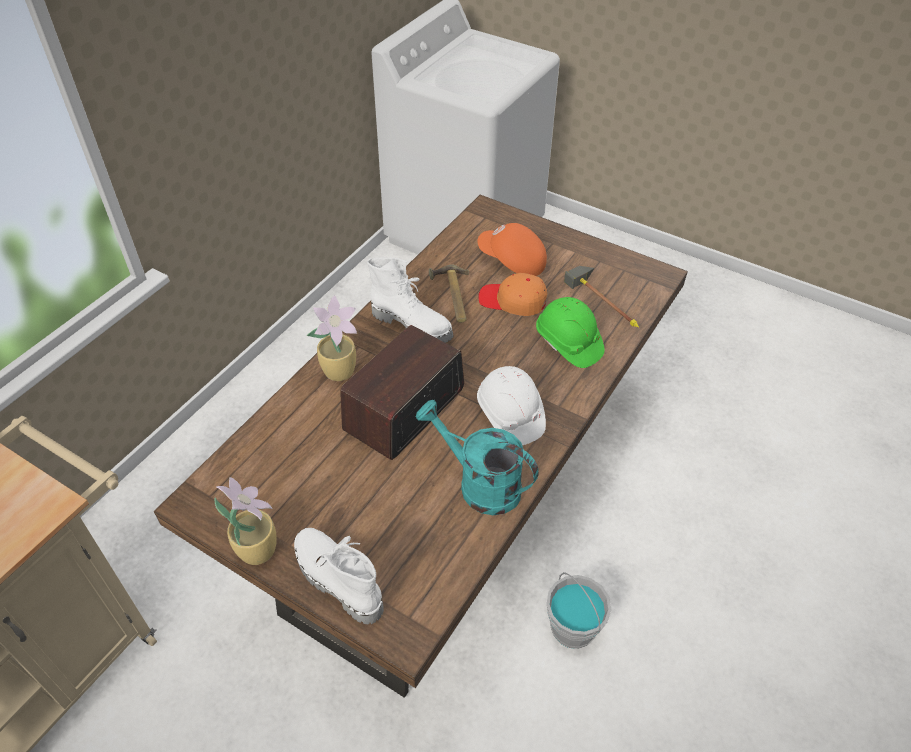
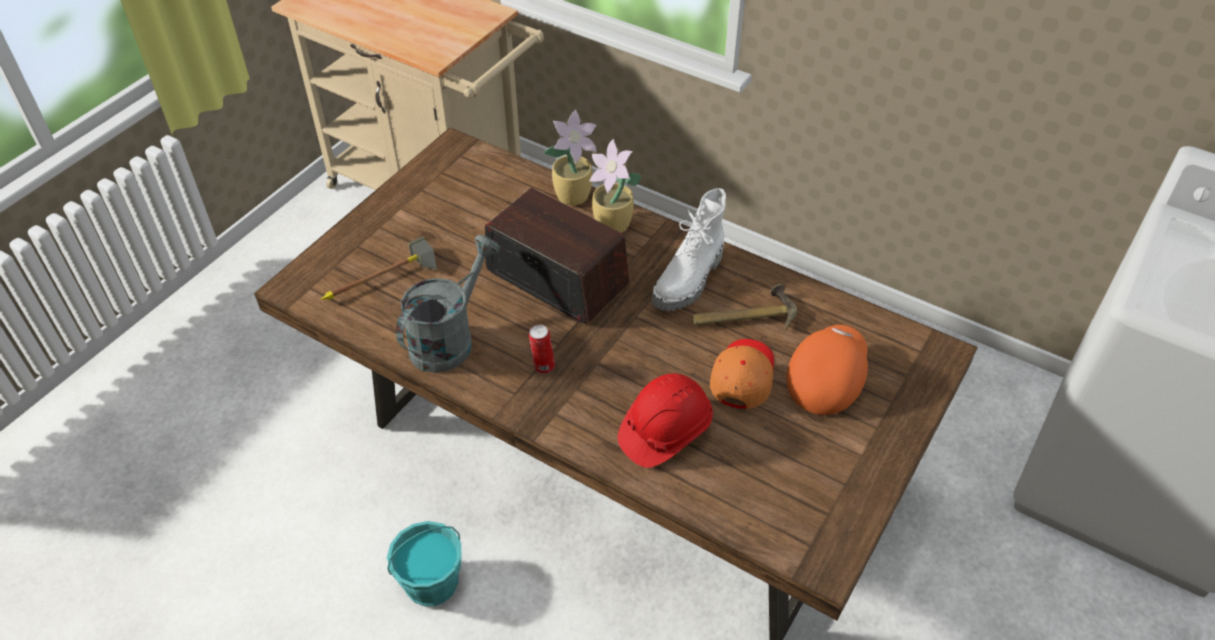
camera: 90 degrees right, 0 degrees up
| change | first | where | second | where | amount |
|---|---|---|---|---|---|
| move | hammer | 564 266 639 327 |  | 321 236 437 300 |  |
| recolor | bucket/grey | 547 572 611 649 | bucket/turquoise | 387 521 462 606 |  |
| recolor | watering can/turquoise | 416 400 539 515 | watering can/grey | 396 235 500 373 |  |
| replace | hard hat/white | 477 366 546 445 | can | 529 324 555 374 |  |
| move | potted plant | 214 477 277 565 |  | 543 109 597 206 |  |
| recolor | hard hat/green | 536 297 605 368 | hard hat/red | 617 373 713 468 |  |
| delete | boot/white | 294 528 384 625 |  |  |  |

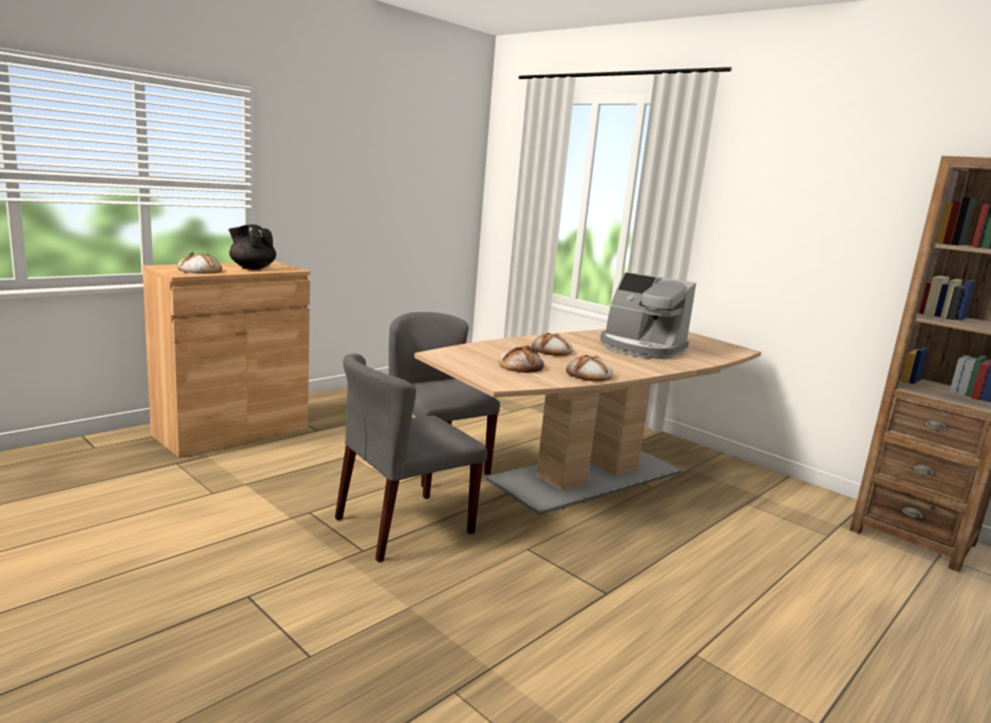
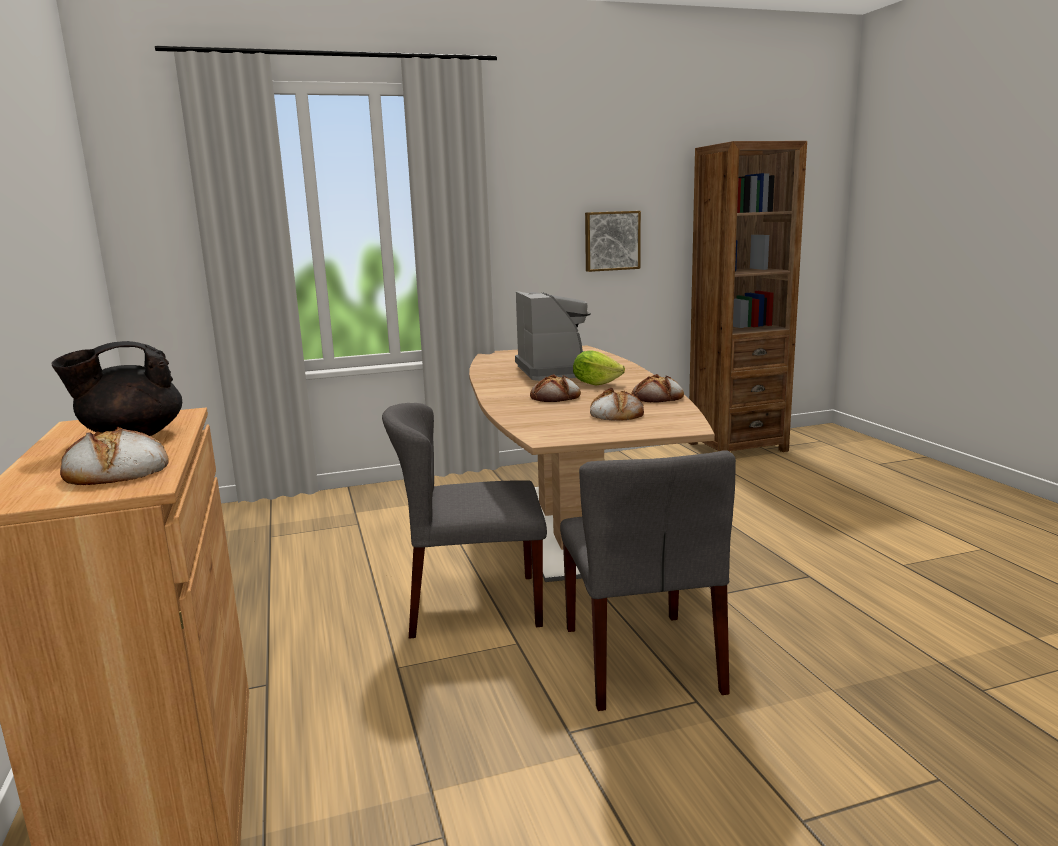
camera: 60 degrees left, 0 degrees up
| change | first | where | second | where | amount |
|---|---|---|---|---|---|
| rotate | coffee machine | 600 272 696 359 |  | 515 291 591 381 | 75 degrees counterclockwise |
| insert |  |  | lettuce | 573 350 625 385 |  |
| insert |  |  | picture | 585 211 641 272 |  |

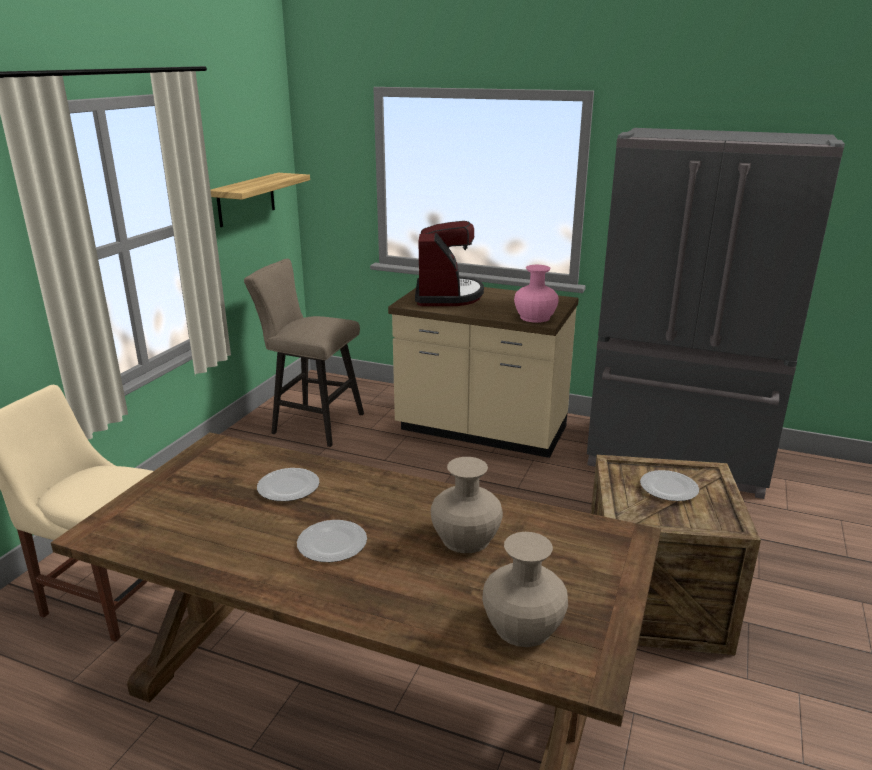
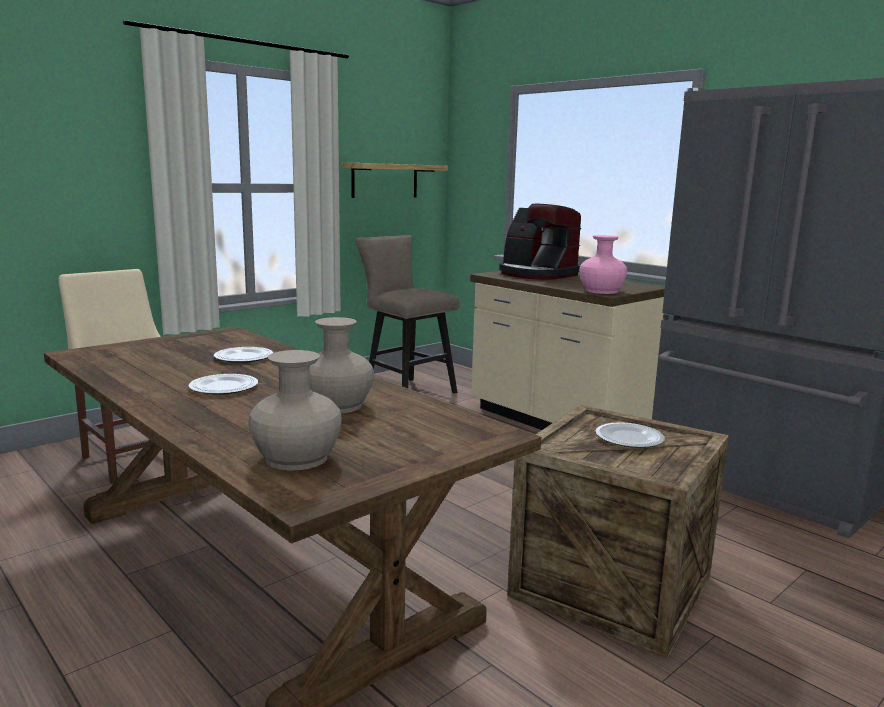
camera: 25 degrees right, 10 degrees down
| change | first | where | second | where | amount |
|---|---|---|---|---|---|
| rotate | coffee machine | 415 221 484 306 |  | 499 204 581 280 | 105 degrees clockwise |

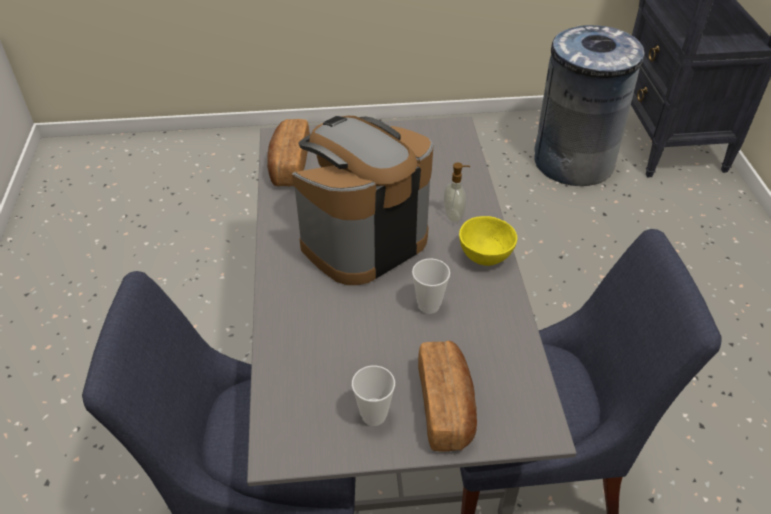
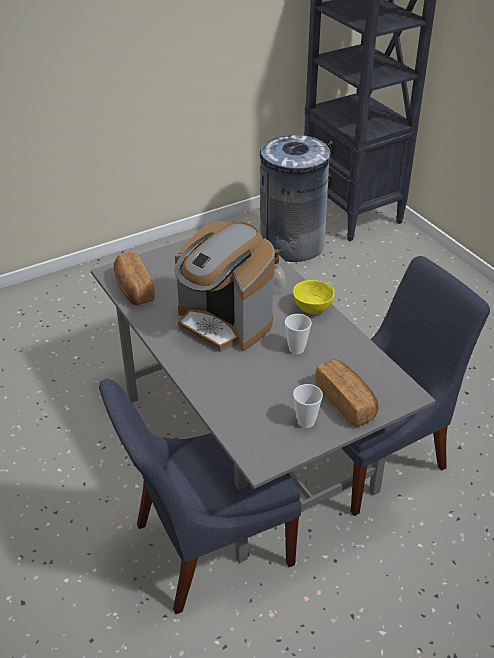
camera: 25 degrees left, 5 degrees down
| change | first | where | second | where | amount |
|---|---|---|---|---|---|
| rotate | coffee machine | 292 116 433 285 |  | 174 221 275 352 | 75 degrees counterclockwise |

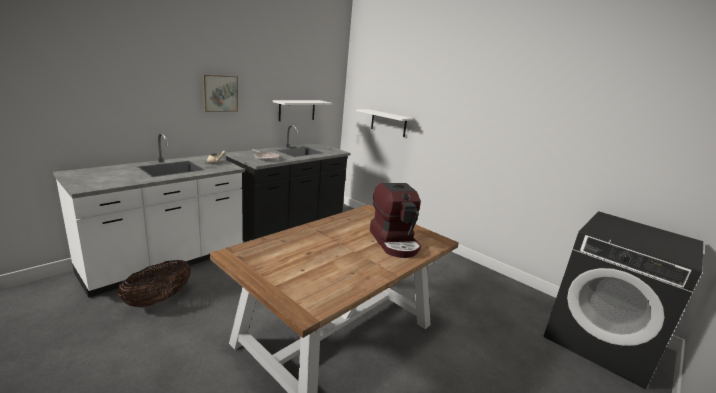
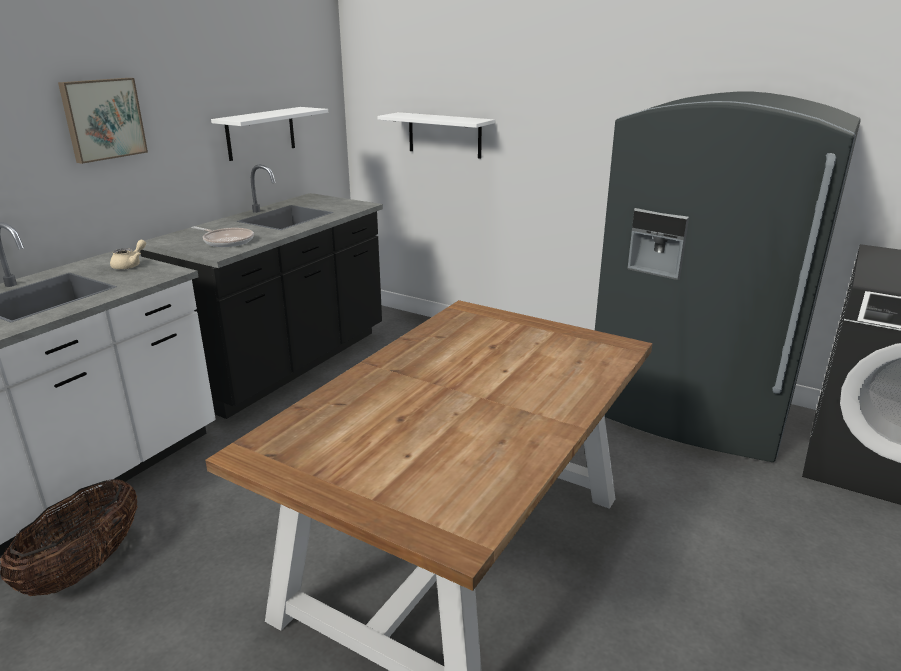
camera: 10 degrees left, 5 degrees up
| change | first | where | second | where | amount |
|---|---|---|---|---|---|
| insert |  |  | fridge/grey | 595 92 861 462 |  |
| delete | coffee machine | 370 183 421 258 |  |  |  |

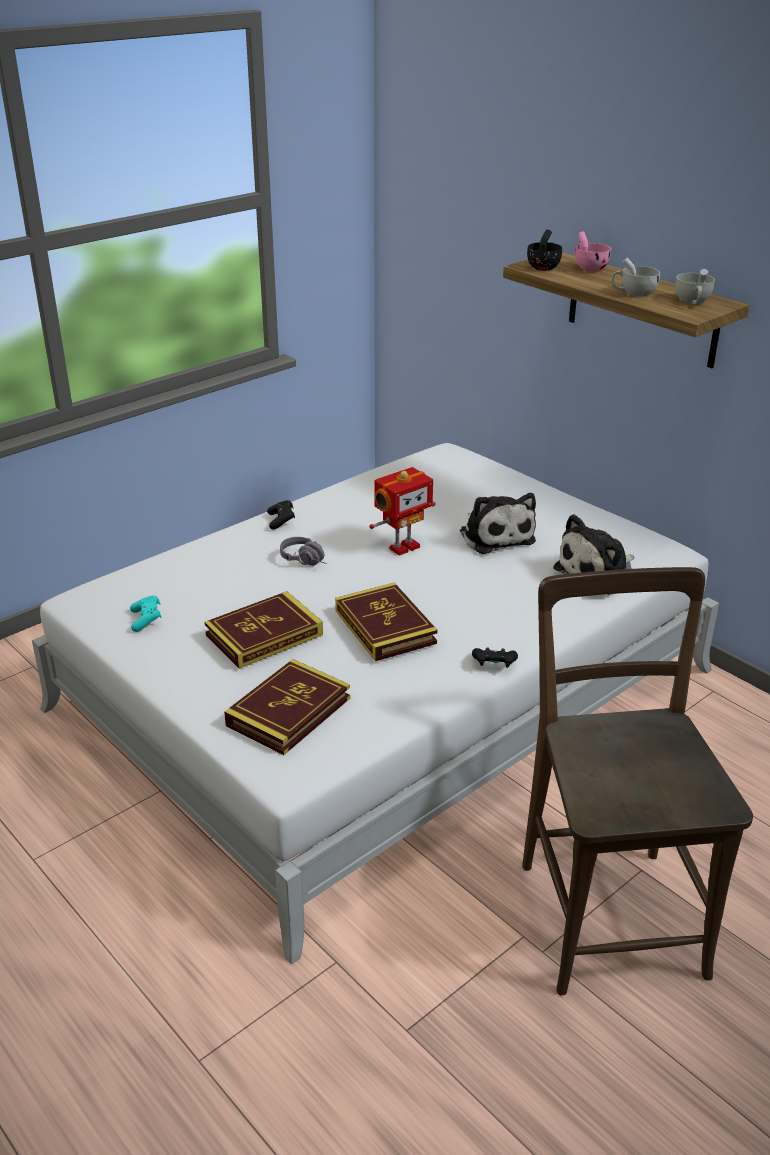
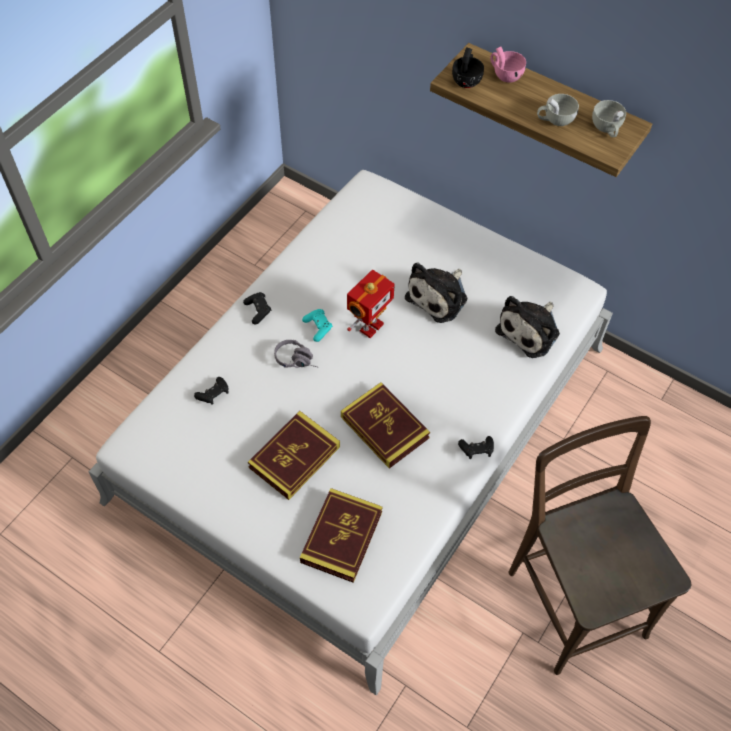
camera: 15 degrees left, 25 degrees up
| change | first | where | second | where | amount |
|---|---|---|---|---|---|
| insert |  |  | game controller/black | 194 377 229 405 |  |
| move | game controller/turquoise | 130 596 162 632 |  | 302 309 333 342 |  |
| rotate | plush toy | 460 493 536 554 |  | 405 263 467 323 | 75 degrees clockwise |

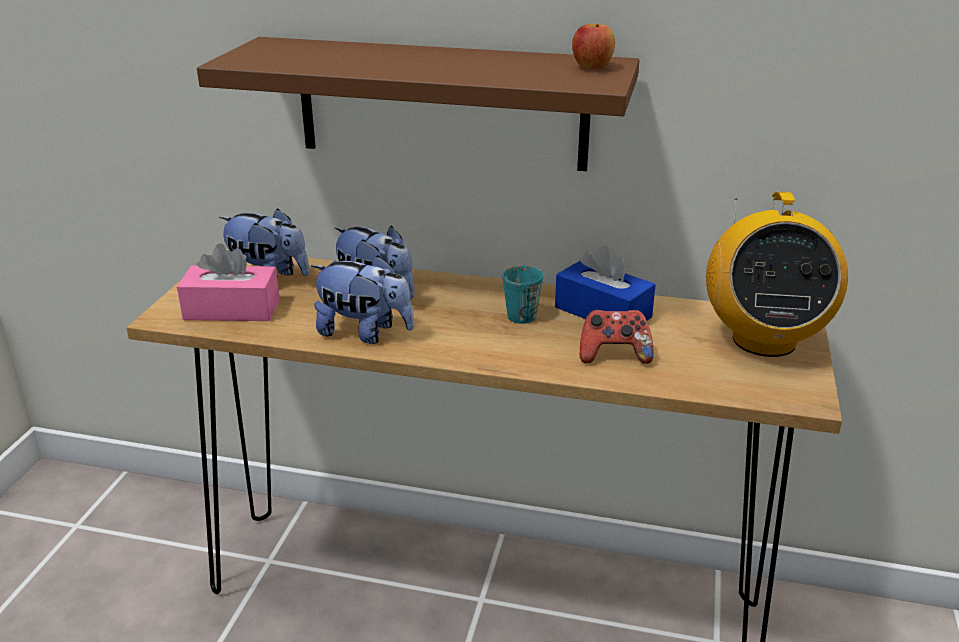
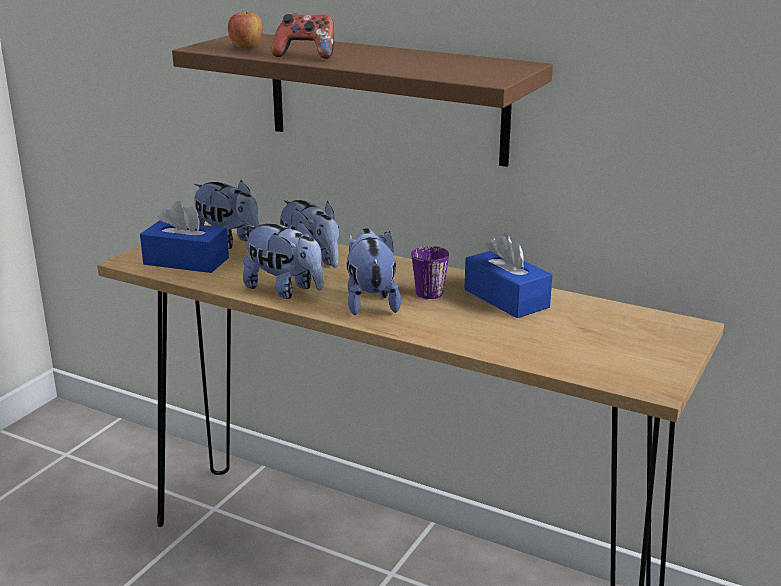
camera: 15 degrees right, 5 degrees down
| change | first | where | second | where | amount |
|---|---|---|---|---|---|
| recolor | tissue box/pink | 177 243 280 321 | tissue box/blue | 140 201 229 273 |  |
| move | apple | 572 24 615 69 |  | 228 12 263 49 |  |
| move | game controller | 580 310 654 364 |  | 272 14 334 59 |  |
| insert |  |  | plush toy | 347 228 401 315 |  |
| recolor | mug/turquoise | 503 265 543 324 | mug/purple | 412 246 449 299 |  |
| delete | radio | 706 192 848 357 |  |  |  |

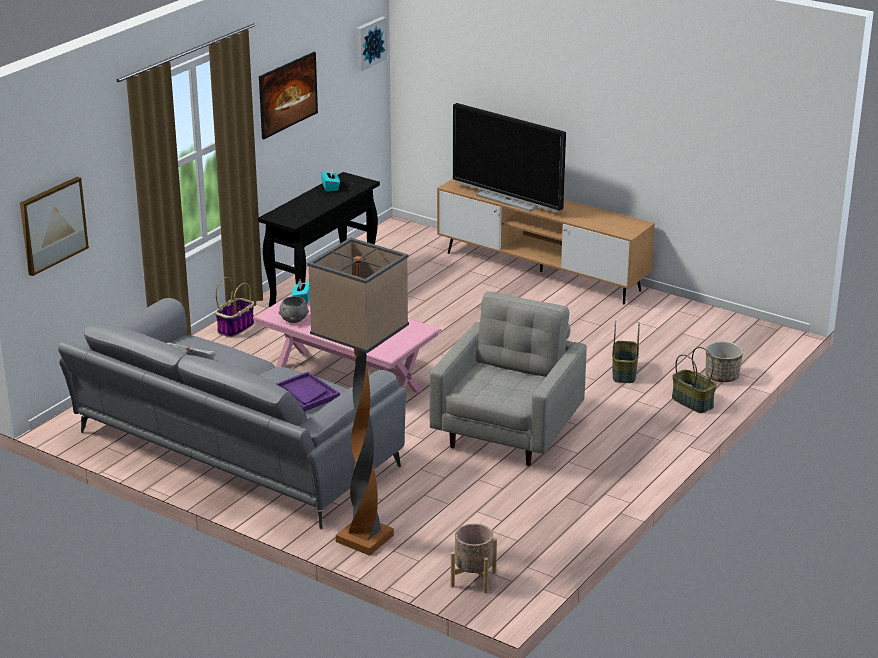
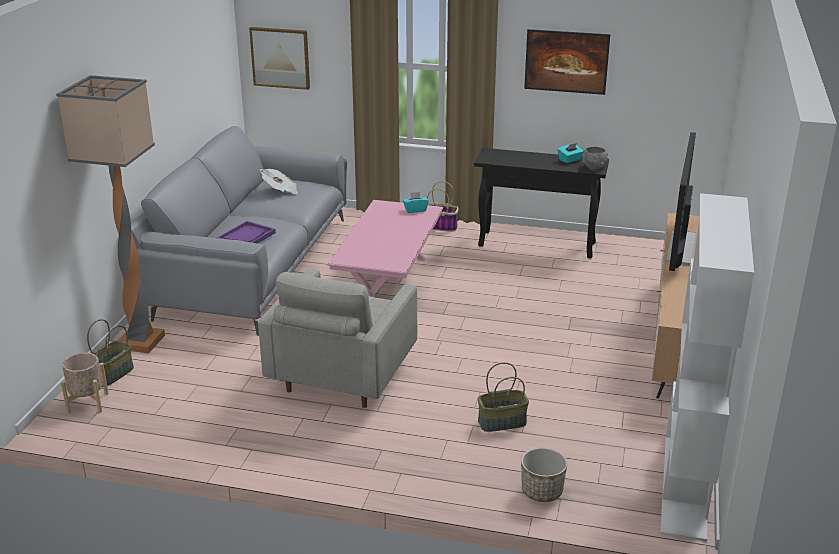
camera: 70 degrees right, 0 degrees up
| change | first | where | second | where | amount |
|---|---|---|---|---|---|
| move | basket | 672 347 717 413 |  | 87 319 134 387 |  |
| rotate | armchair/grey | 430 291 587 466 |  | 258 268 417 408 | 105 degrees clockwise |
| move | bowl/grey | 278 296 309 323 |  | 582 146 608 169 |  |
| insert |  |  | bookcase/white | 660 193 754 542 |  |
| delete | picture | 356 17 387 71 |  |  |  |

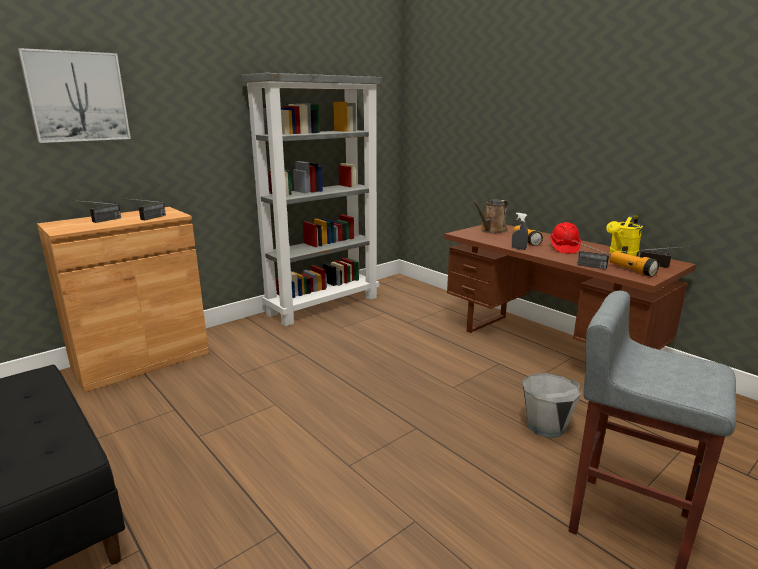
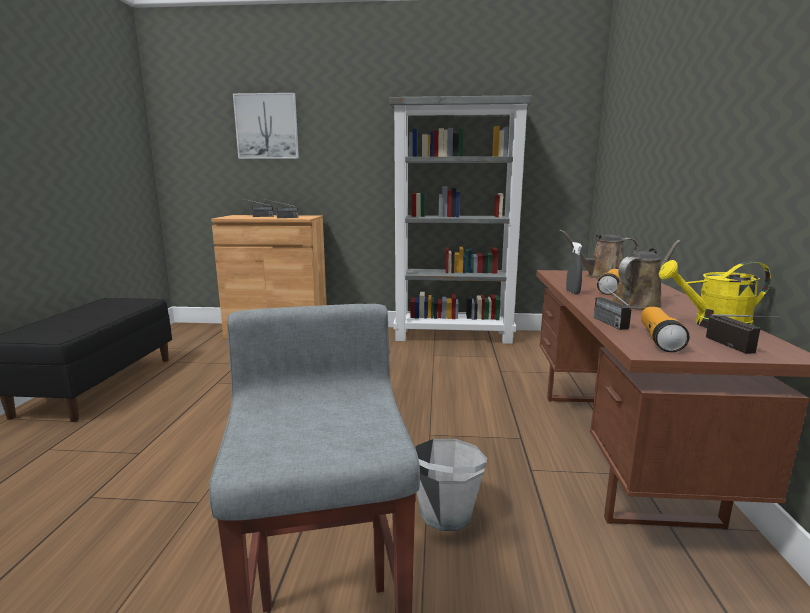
camera: 45 degrees right, 5 degrees down
| change | first | where | second | where | amount |
|---|---|---|---|---|---|
| replace | hard hat/red | 550 222 581 253 | watering can/brown | 612 240 681 309 |  |

